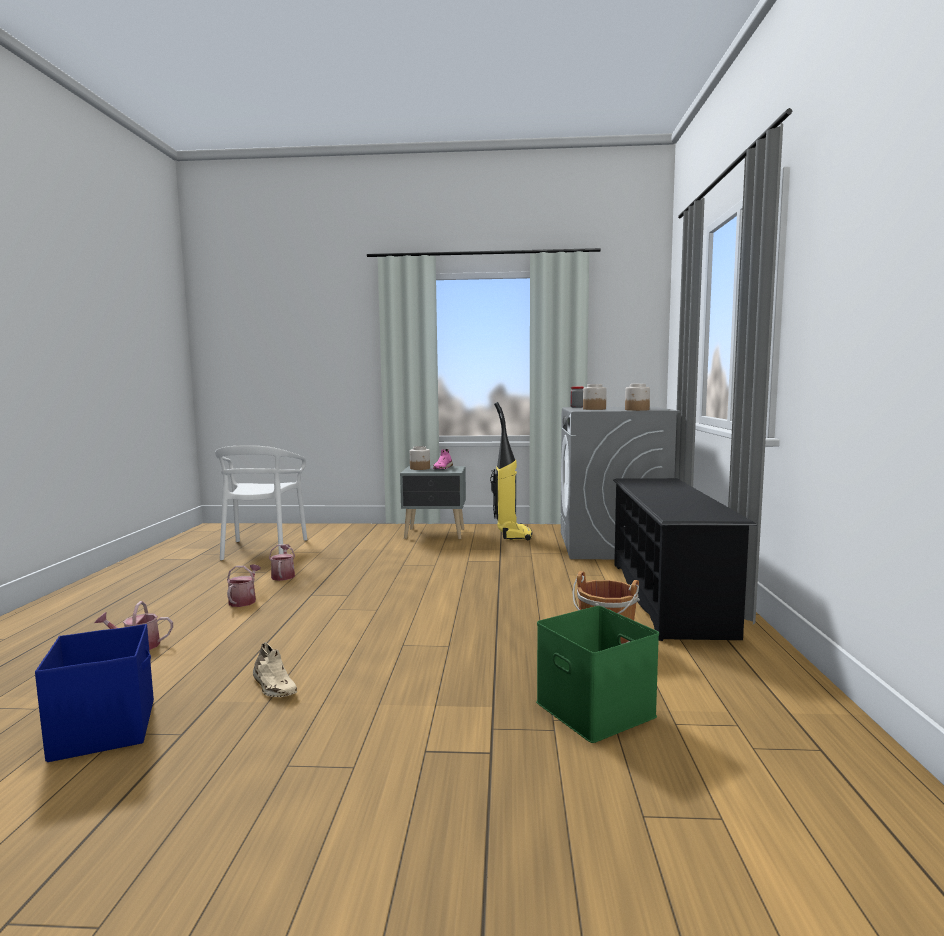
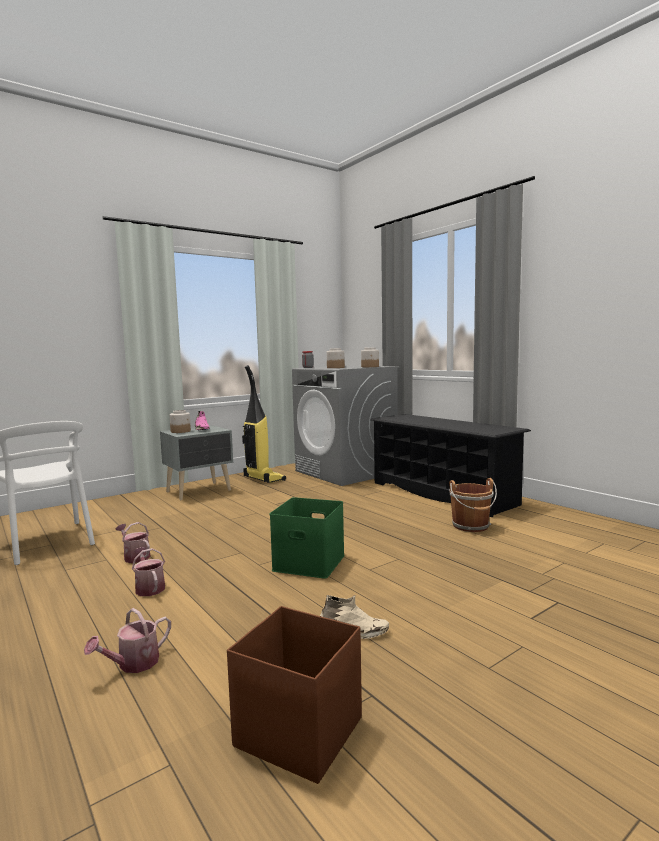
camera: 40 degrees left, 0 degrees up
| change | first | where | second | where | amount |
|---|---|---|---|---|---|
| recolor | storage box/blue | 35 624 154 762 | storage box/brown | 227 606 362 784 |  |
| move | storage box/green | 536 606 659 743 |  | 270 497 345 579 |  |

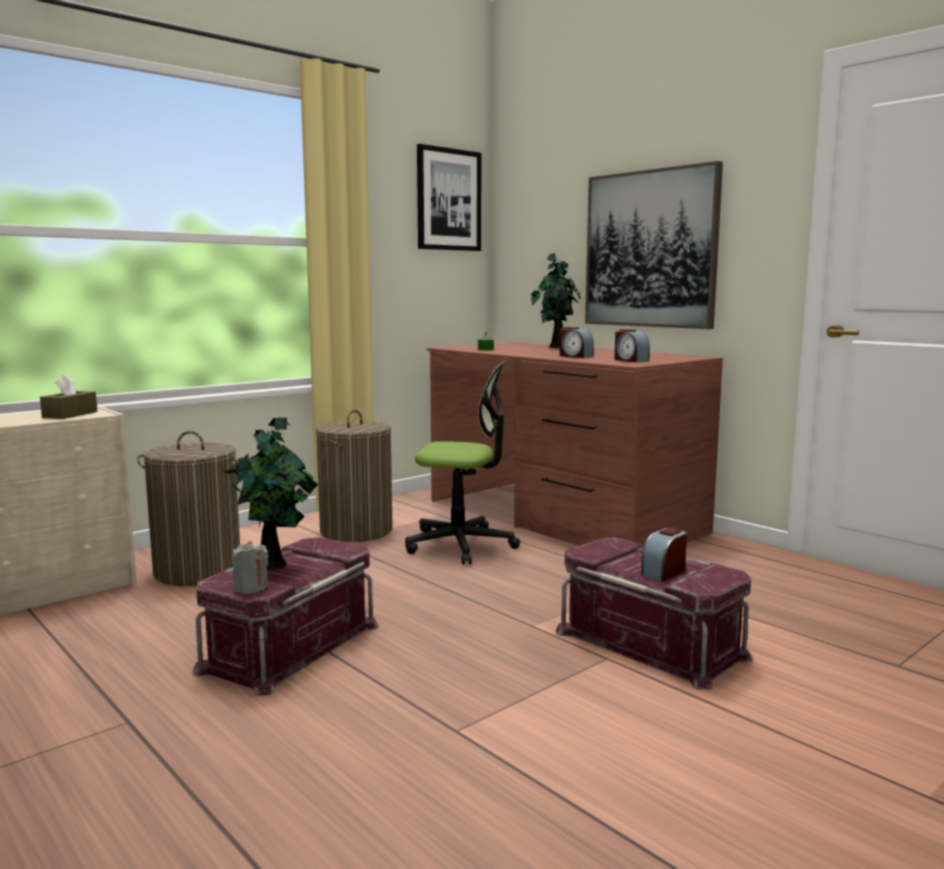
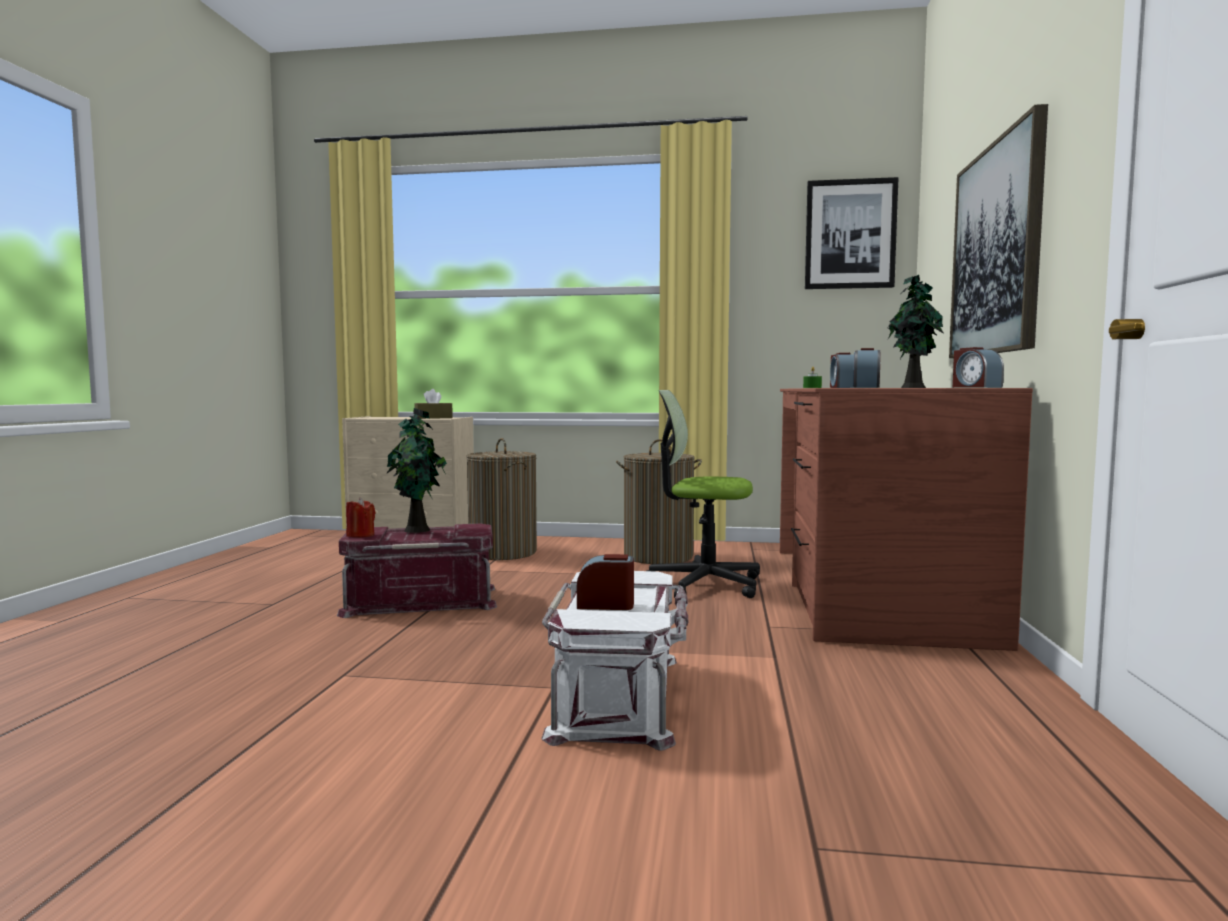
camera: 50 degrees right, 5 degrees down
| change | first | where | second | where | amount |
|---|---|---|---|---|---|
| recolor | candle/grey | 232 541 268 594 | candle/red | 346 497 376 538 |  |
| recolor | storage box/red | 556 538 753 690 | storage box/white | 541 571 688 751 |  |
| rotate | office chair | 405 361 520 565 |  | 647 390 760 598 | 135 degrees clockwise |
| insert |  |  | alarm clock | 953 347 1004 388 |  |

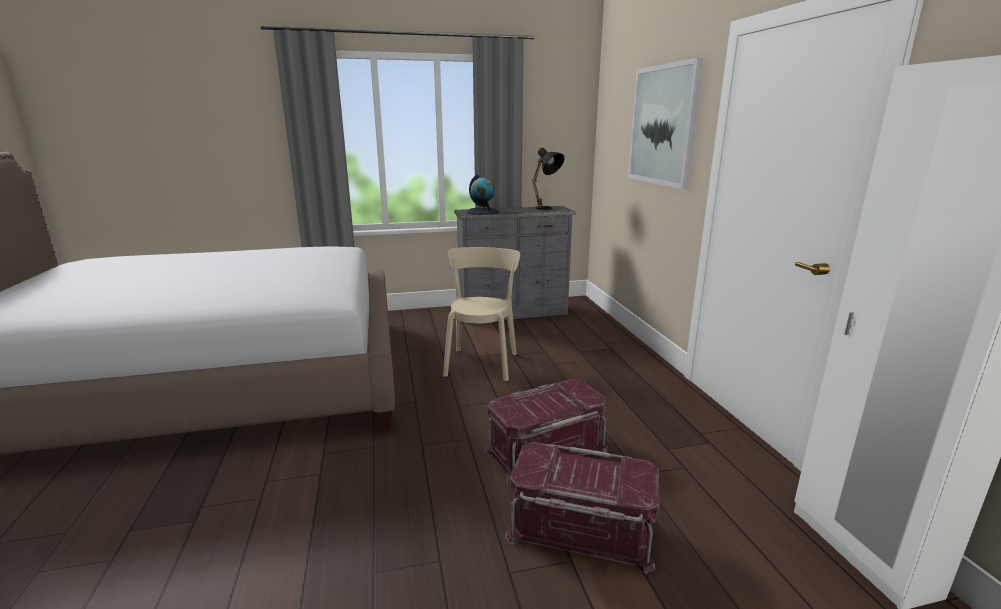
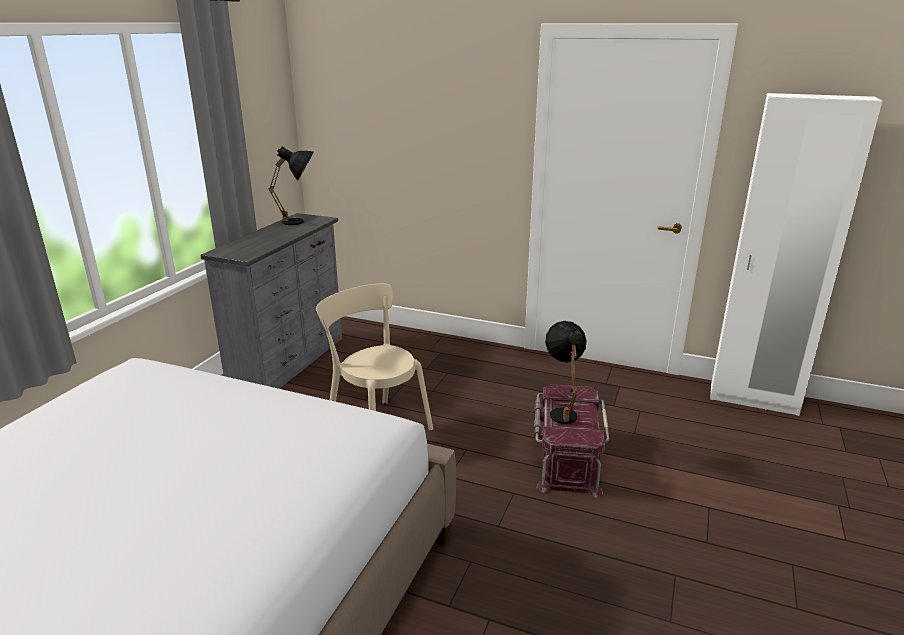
camera: 55 degrees left, 5 degrees up
| change | first | where | second | where | amount |
|---|---|---|---|---|---|
| insert |  |  | table lamp/black | 545 321 587 424 |  |
| delete | globe | 466 174 499 215 |  |  |  |
| delete | storage box/red | 505 442 659 574 |  |  |  |
| delete | picture | 628 57 703 190 |  |  |  |

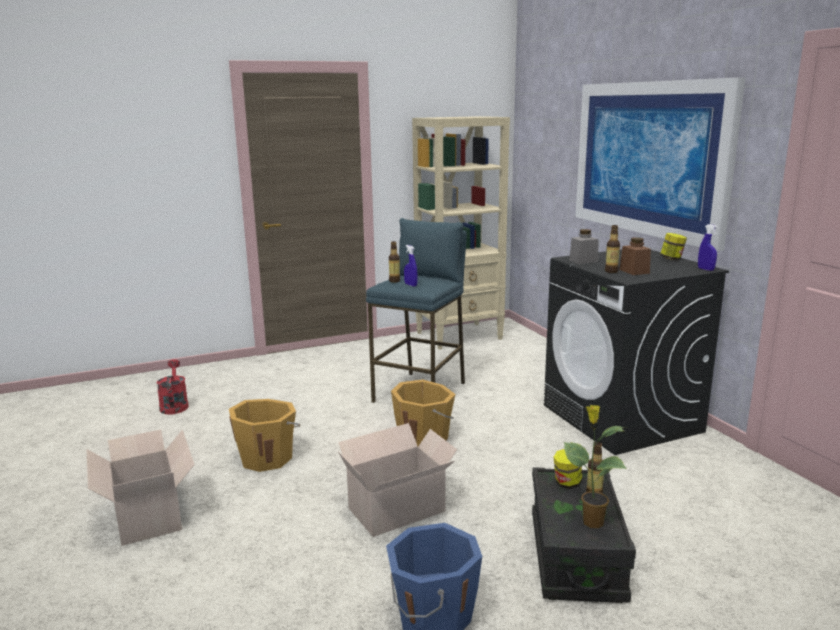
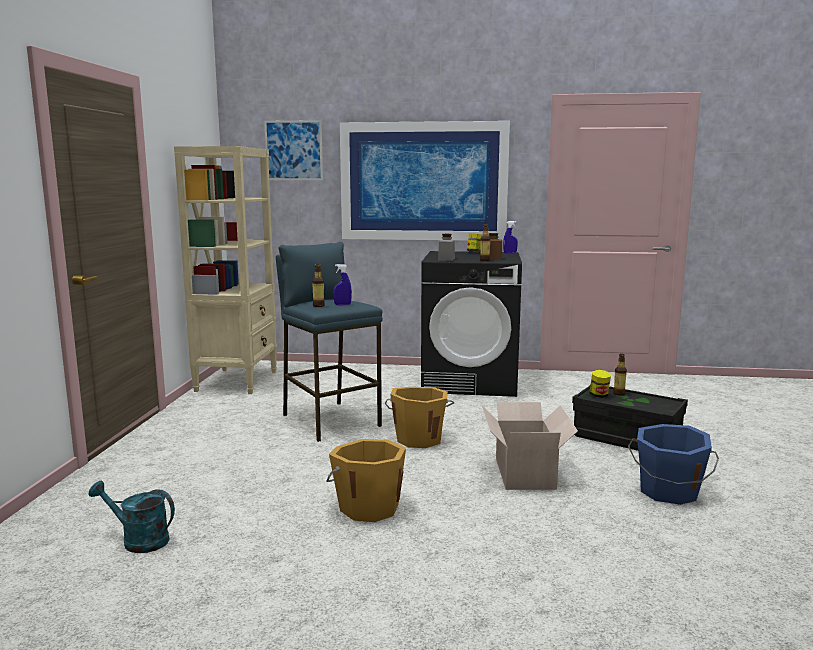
camera: 60 degrees left, 5 degrees down
| change | first | where | second | where | amount |
|---|---|---|---|---|---|
| recolor | watering can/red | 157 359 189 415 | watering can/turquoise | 89 481 175 553 |  |
| insert |  |  | picture | 264 120 323 180 |  |
| delete | cardboard box | 86 430 195 546 |  |  |  |
| delete | potted plant | 564 405 628 528 |  |  |  |

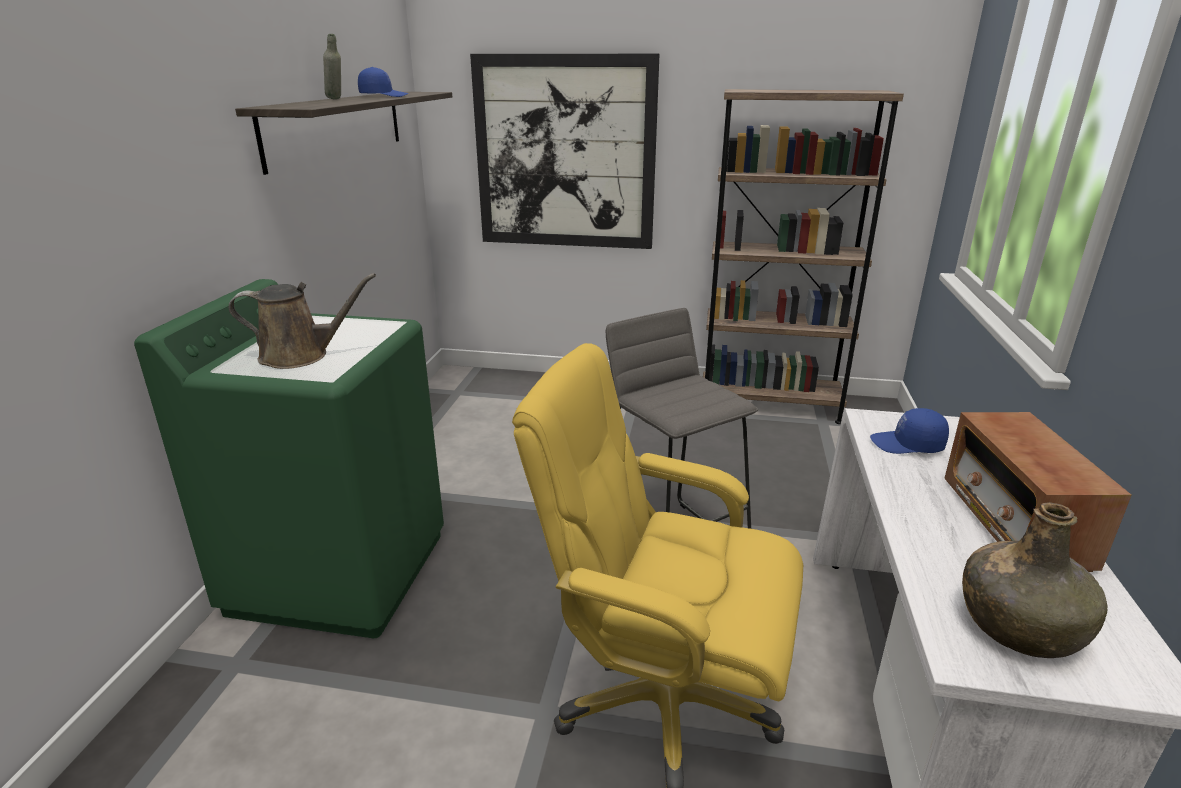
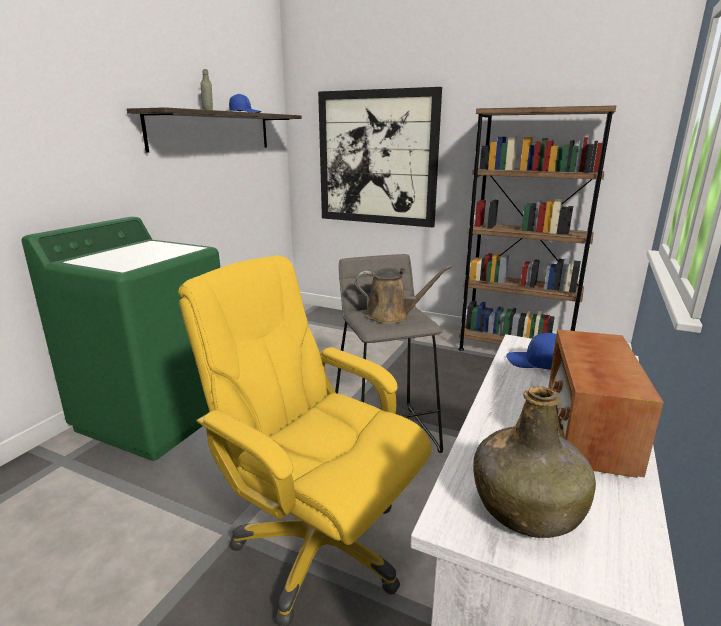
camera: 15 degrees right, 5 degrees down
| change | first | where | second | where | amount |
|---|---|---|---|---|---|
| move | watering can/brown | 229 273 376 369 |  | 355 265 452 324 |  |

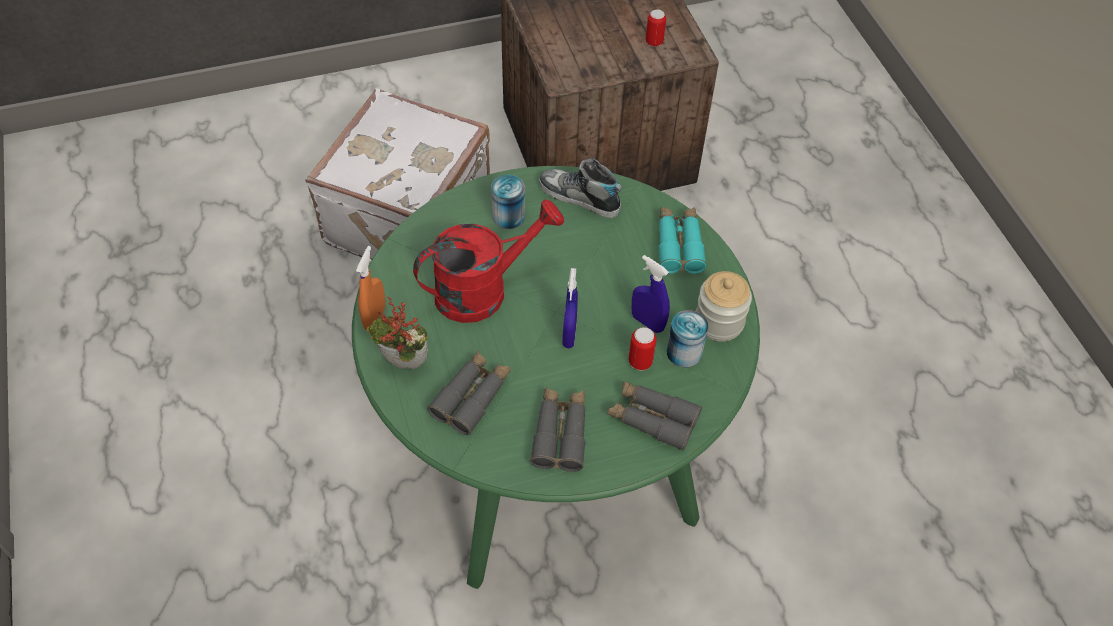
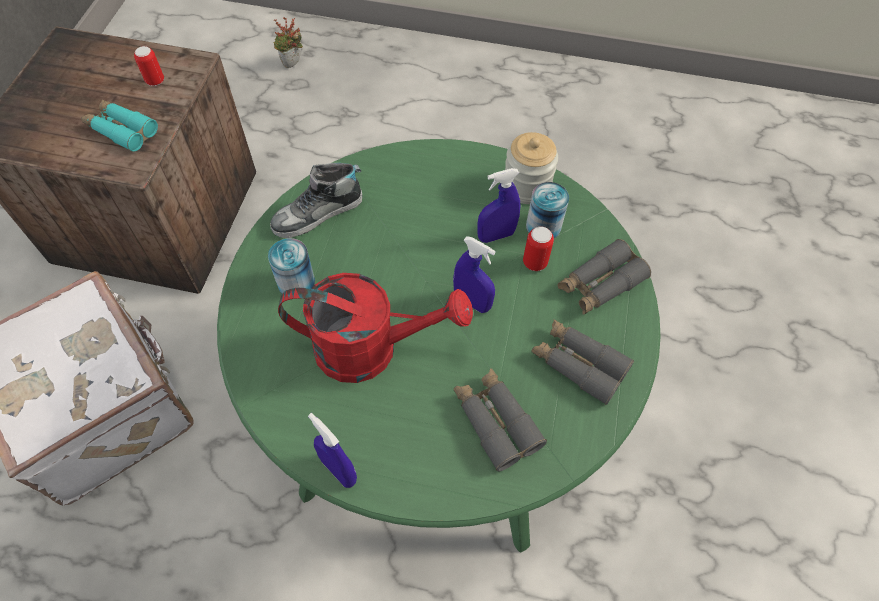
camera: 60 degrees left, 5 degrees up
| change | first | where | second | where | amount |
|---|---|---|---|---|---|
| move | binoculars/turquoise | 658 207 707 274 |  | 81 100 158 152 |  |
| move | potted plant | 366 296 428 369 |  | 273 17 303 68 |  |
| rotate | watering can/red | 413 199 564 323 |  | 278 273 473 383 | 90 degrees clockwise |
| recolor | spray bottle/orange | 356 246 386 330 | spray bottle/blue | 308 413 357 488 |  |

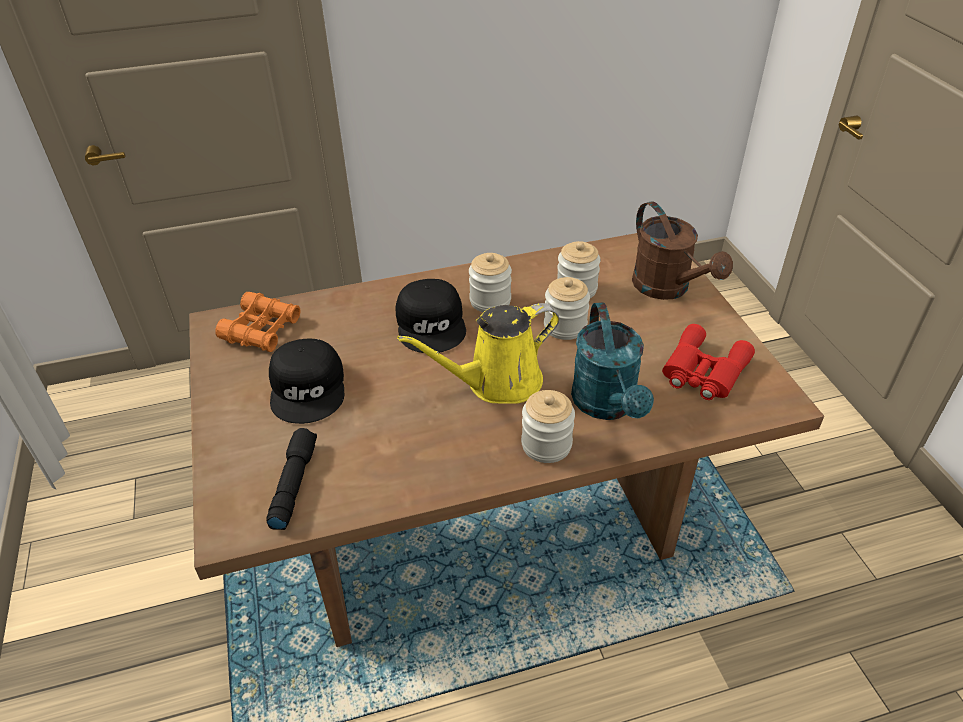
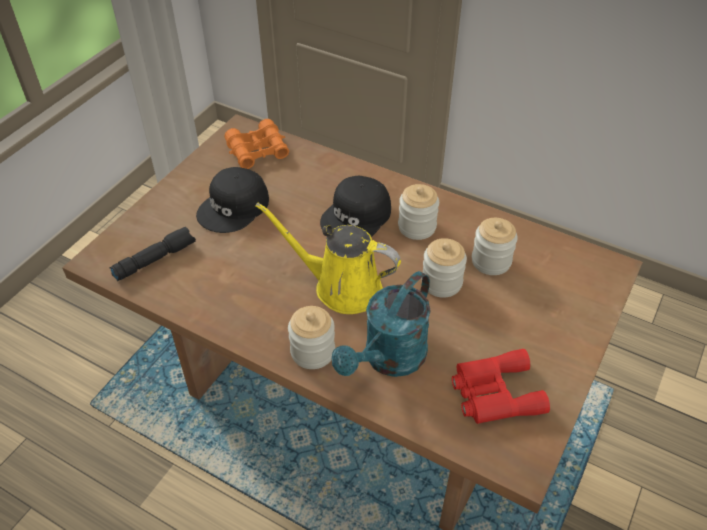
camera: 45 degrees right, 5 degrees up
| change | first | where | second | where | amount |
|---|---|---|---|---|---|
| delete | watering can/brown | 632 201 733 300 |  |  |  |

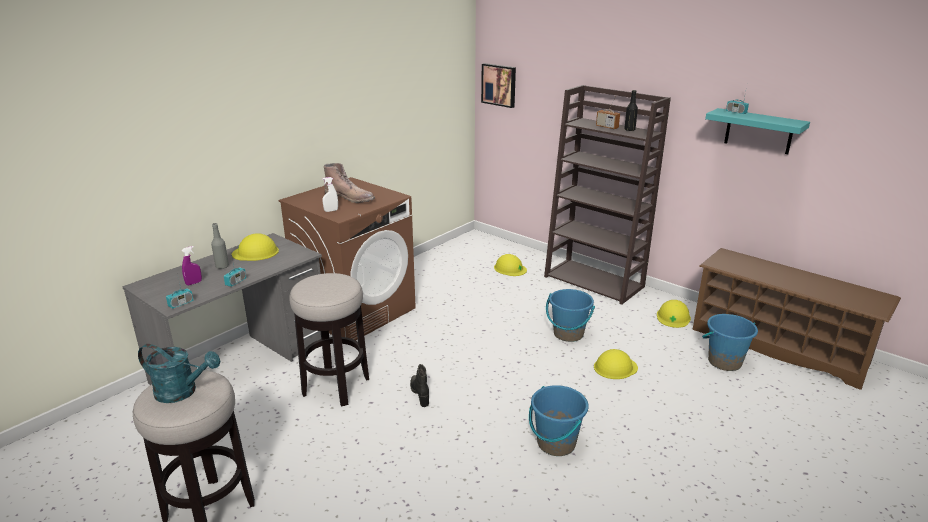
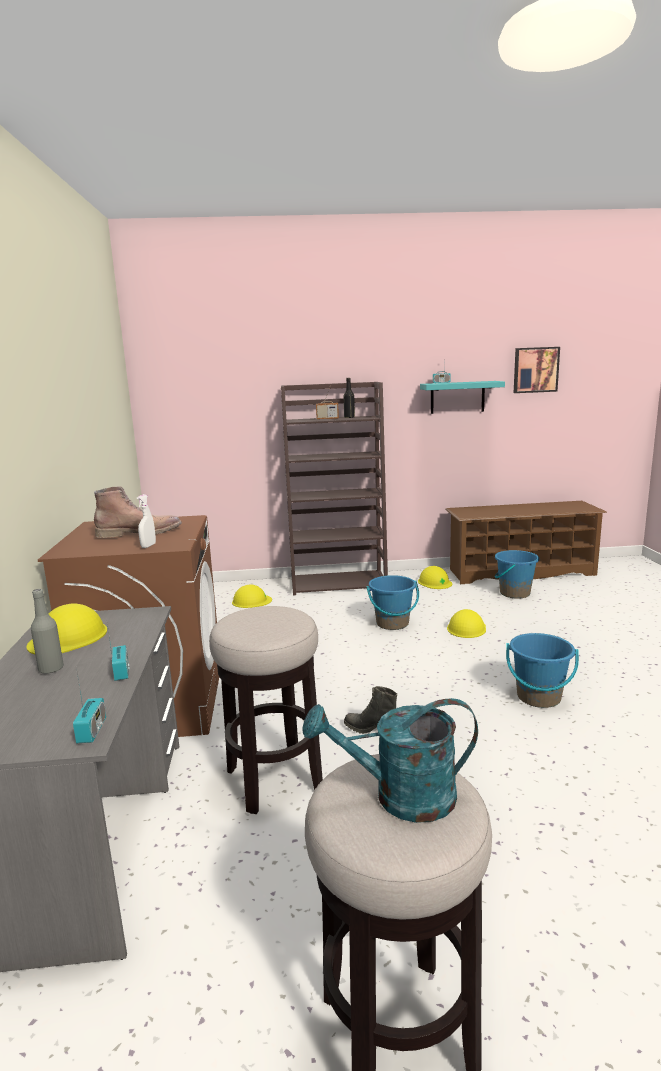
camera: 45 degrees left, 10 degrees down
| change | first | where | second | where | amount |
|---|---|---|---|---|---|
| rotate | watering can/turquoise | 138 344 220 403 |  | 303 698 478 823 | 150 degrees counterclockwise |
| move | picture | 481 63 516 108 |  | 514 347 560 393 |  |
| delete | spray bottle/purple | 181 246 202 286 |  |  |  |

